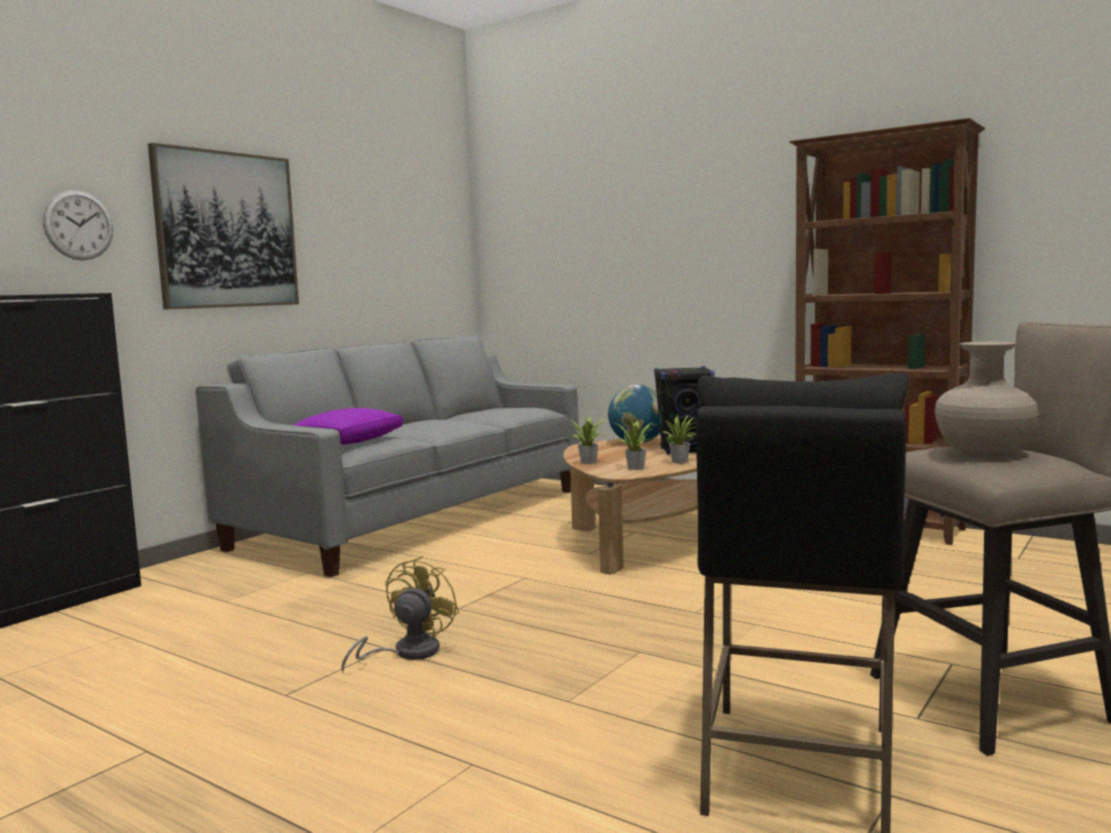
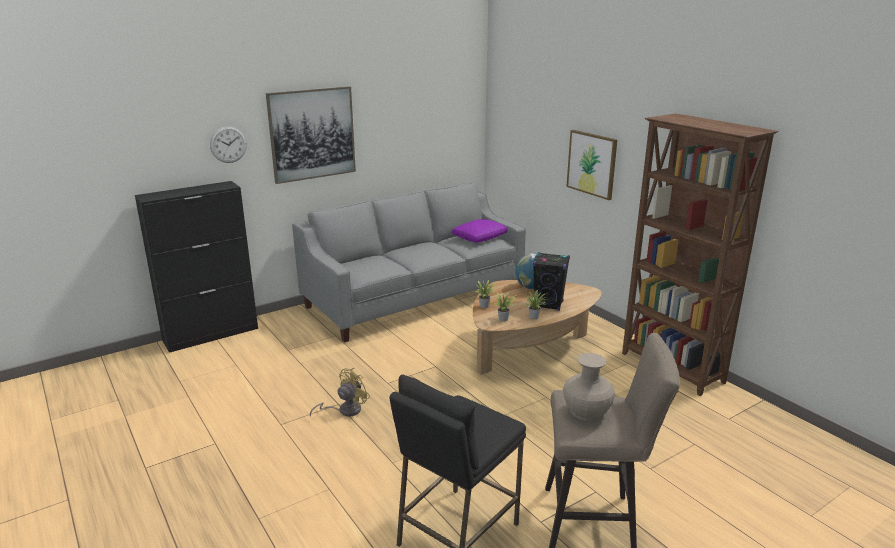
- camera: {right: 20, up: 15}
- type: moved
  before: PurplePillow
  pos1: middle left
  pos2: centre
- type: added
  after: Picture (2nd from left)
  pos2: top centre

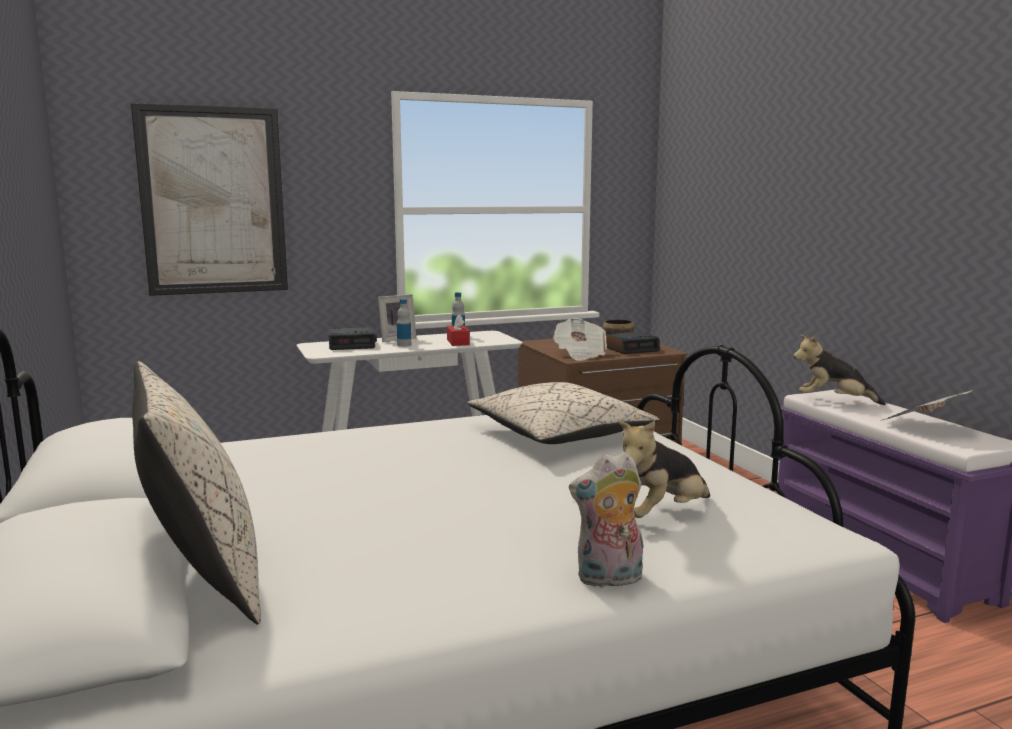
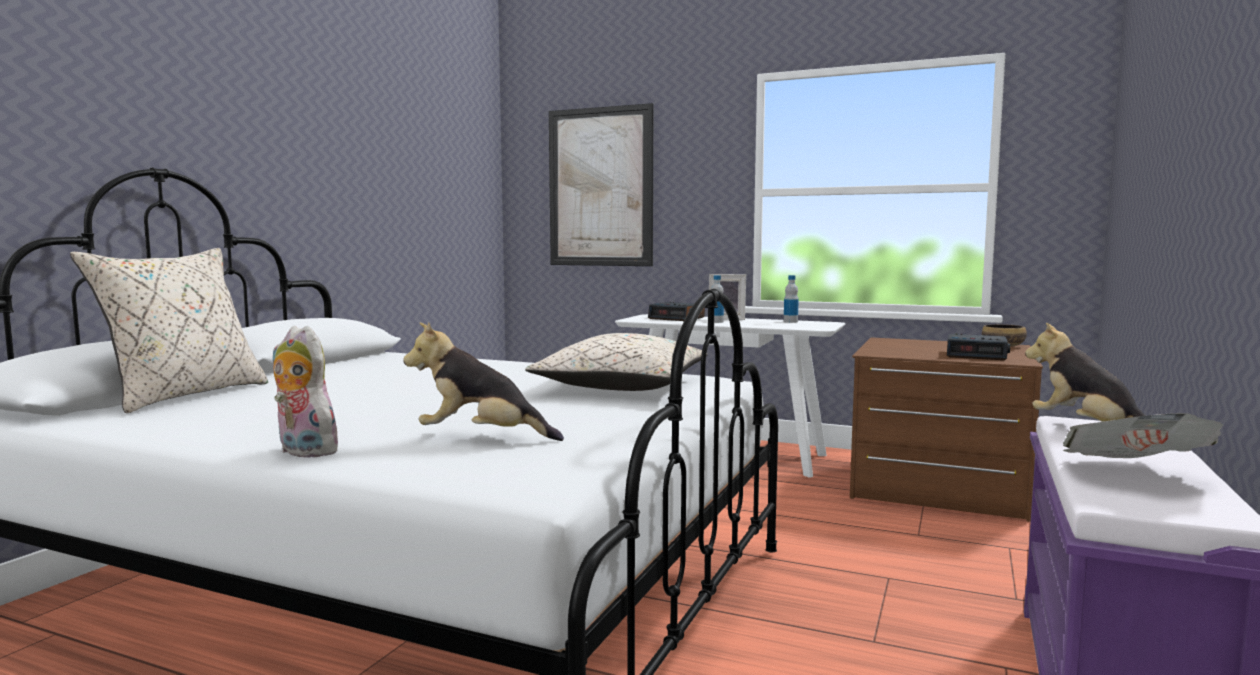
- camera: {right: 45, up: -5}
- type: removed
  before: RedTissueBox
  pos1: centre
- type: removed
  before: Newspaper (1st from left)
  pos1: centre

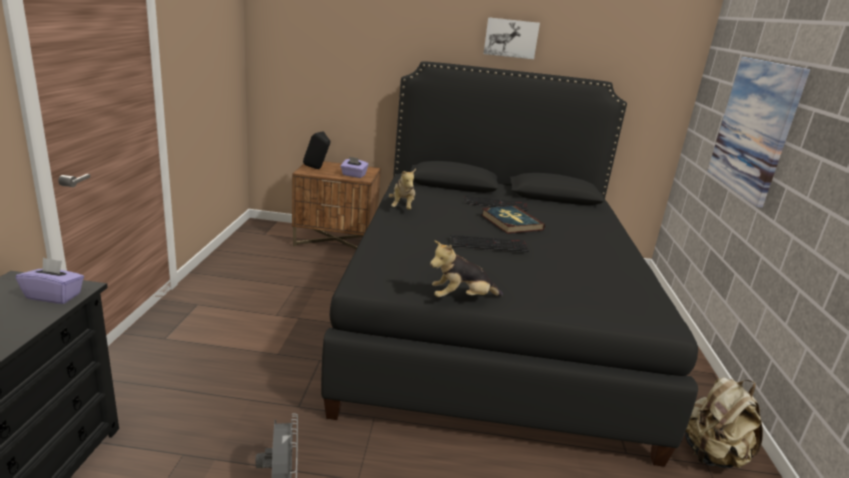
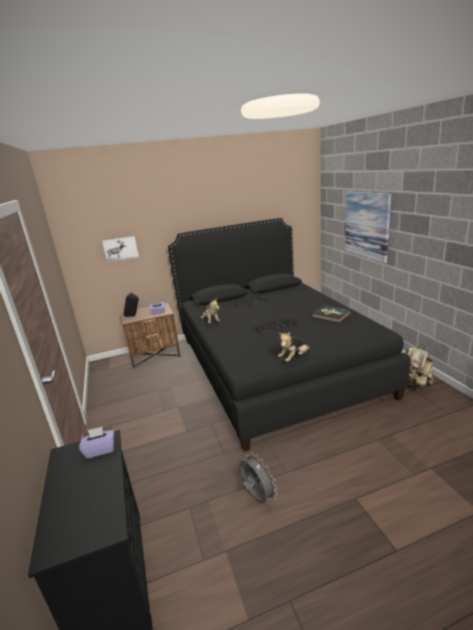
- camera: {right: -20, up: 0}
- type: moved
  before: Picture (1st from left)
  pos1: top centre
  pos2: middle left
- type: moved
  before: Book
  pos1: centre
  pos2: middle right

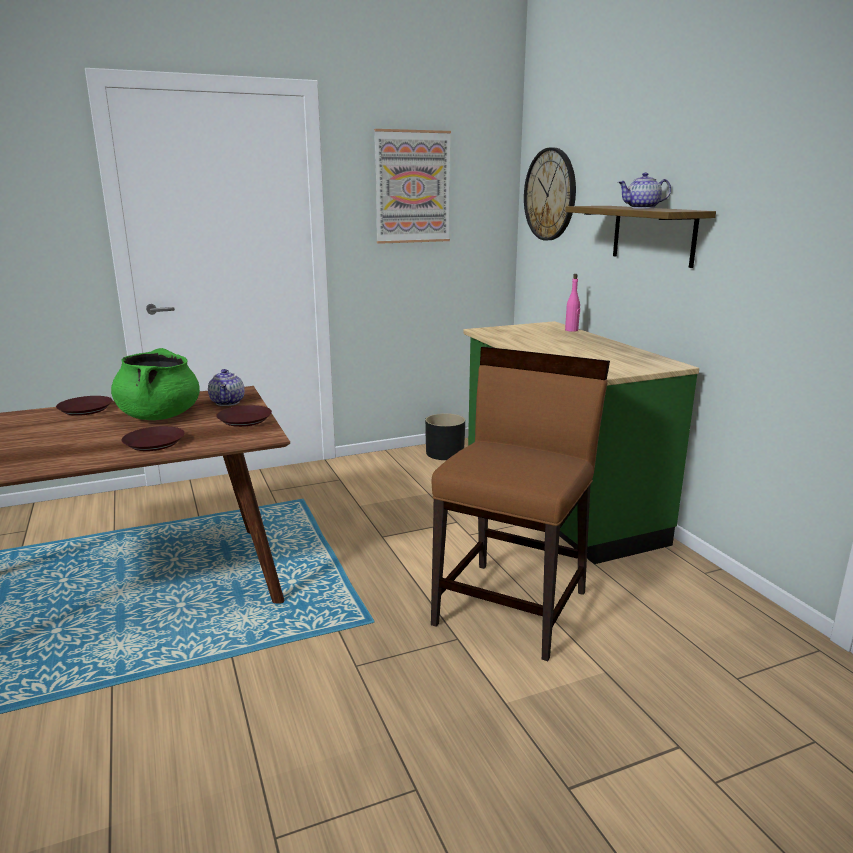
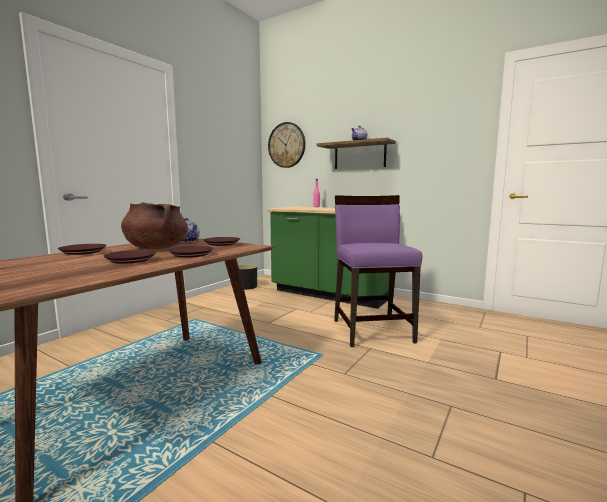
- camera: {right: -35, up: -10}
- type: added
  after: BrownPlate (2nd from left)
  pos2: middle left
- type: recoloured
  before: GreenCookingPot
  after: BrownCookingPot
  pos1: middle left
  pos2: middle left
- type: recoloured
  before: BrownChair
  after: PurpleChair
  pos1: centre
  pos2: centre
- type: removed
  before: Picture
  pos1: top centre

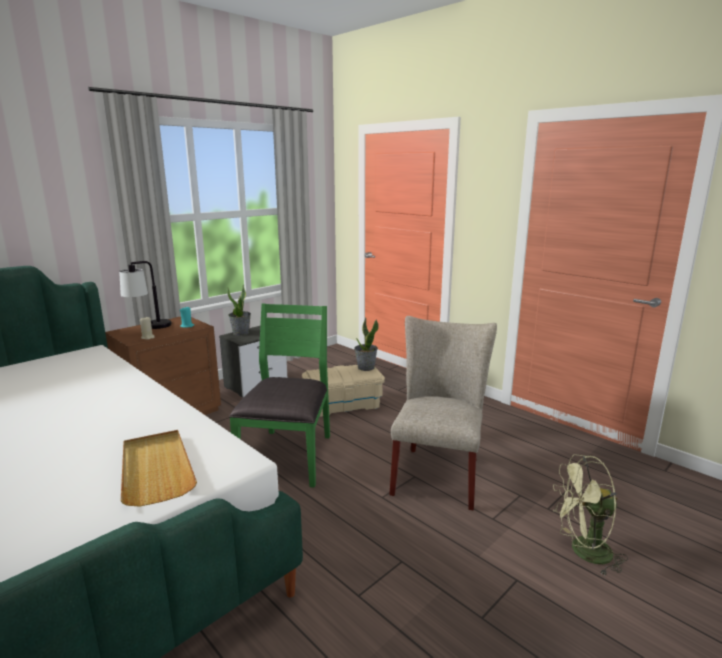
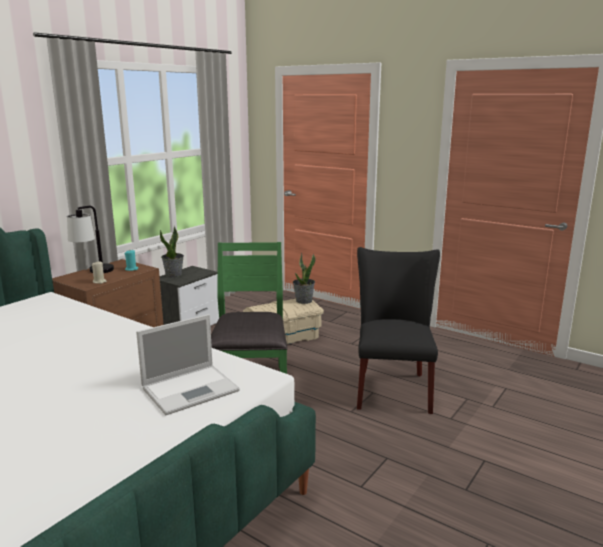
- camera: {right: -10, up: 0}
- type: replaced
  before: BeigeTray
  after: Laptop
  pos1: bottom left
  pos2: middle left
- type: recoloured
  before: BeigeChair
  after: BlackChair
  pos1: centre
  pos2: centre
- type: removed
  before: GreenFan
  pos1: bottom right

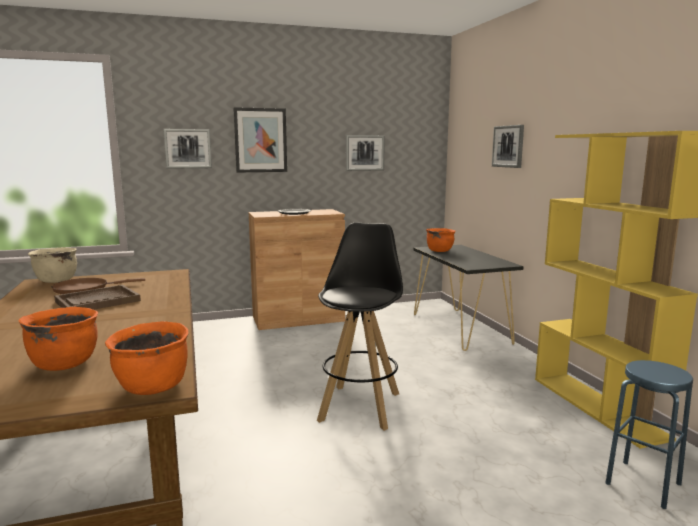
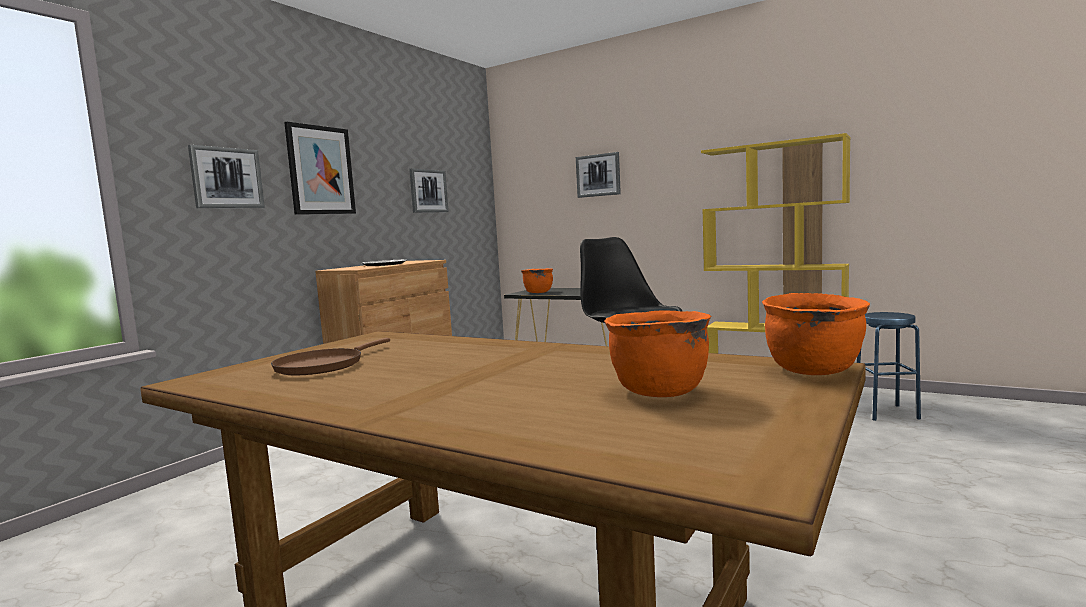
- camera: {right: -40, up: -5}
- type: removed
  before: BeigeCookingPot
  pos1: middle left
- type: removed
  before: BrownTray
  pos1: middle left

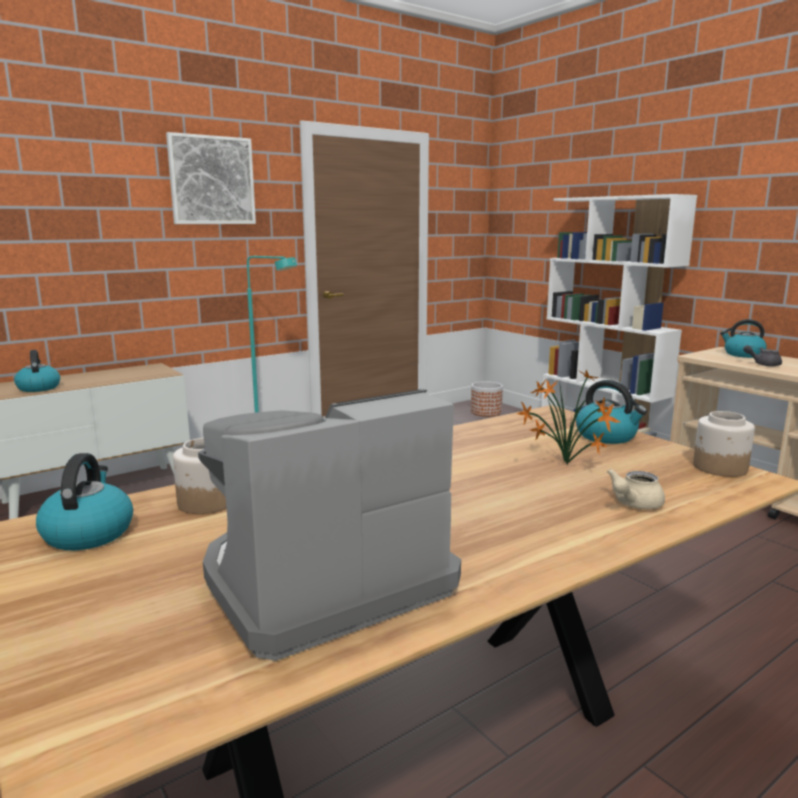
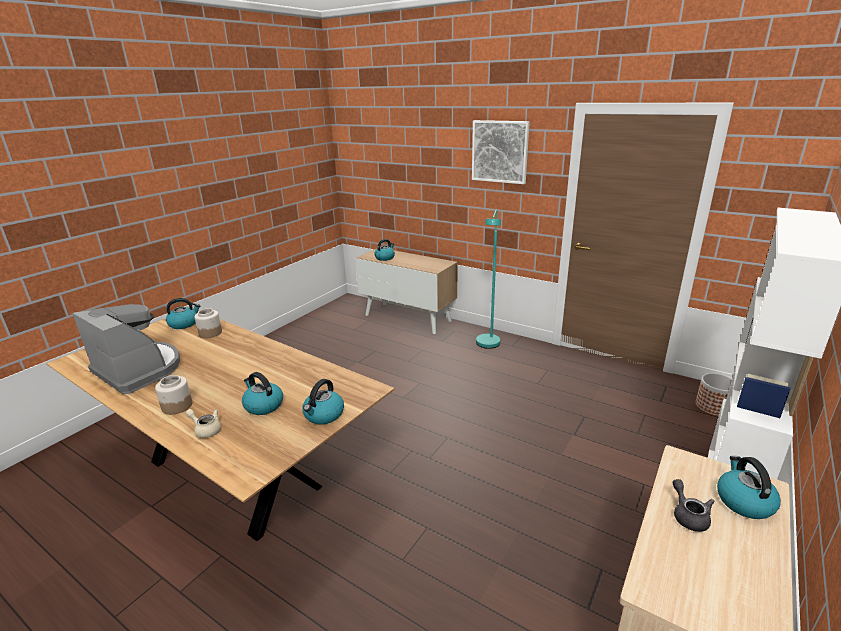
- camera: {right: 70, up: 10}
- type: moved
  before: Jar (2nd from left in the first image)
  after: Jar (1st from left)
  pos1: middle right
  pos2: middle left
- type: replaced
  before: PottedPlant
  after: Kettle (2nd from left)
  pos1: middle right
  pos2: middle left

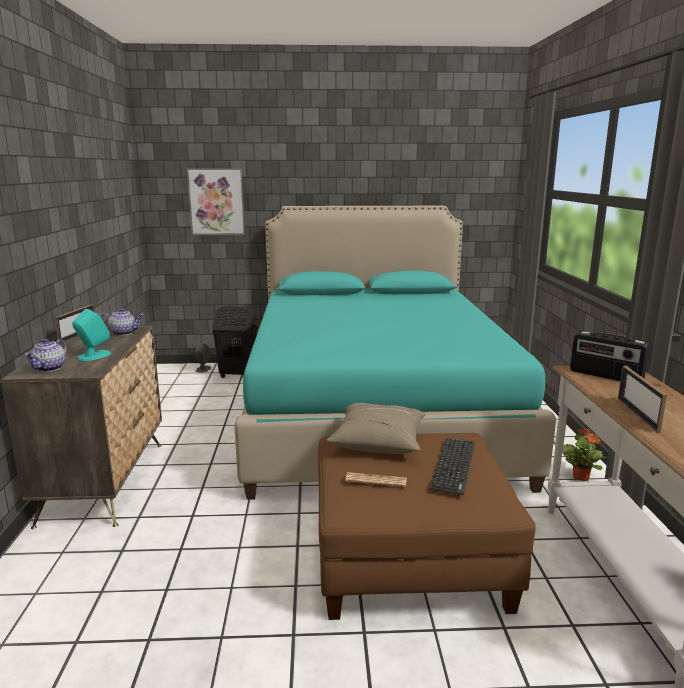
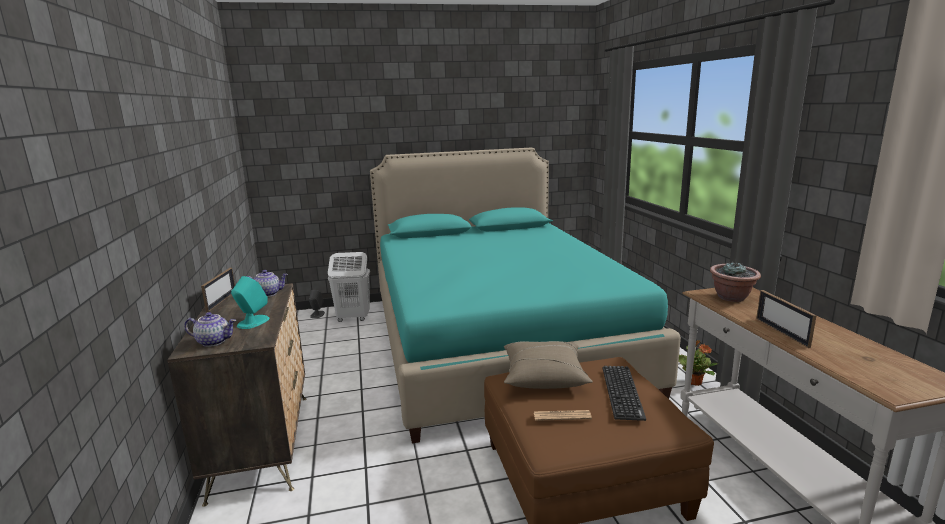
- camera: {right: -10, up: 0}
- type: turned
  before: Teapot (1st from left)
  pos1: middle left
  pos2: middle left
  turn: -90
- type: recoloured
  before: BlackLaundryBasket
  after: WhiteLaundryBasket
  pos1: centre
  pos2: centre
- type: replaced
  before: Radio
  after: PottedPlant (2nd from left)
  pos1: middle right
  pos2: middle right
- type: removed
  before: Picture
  pos1: top left

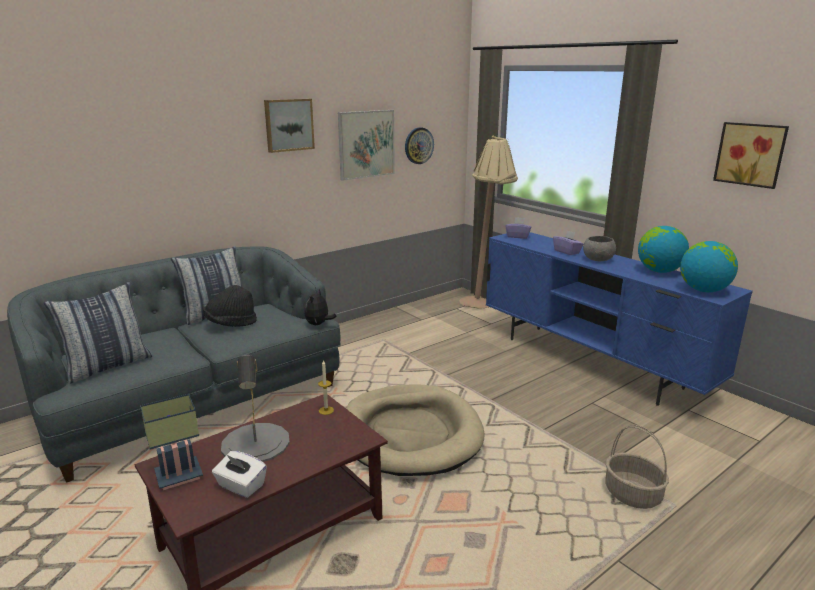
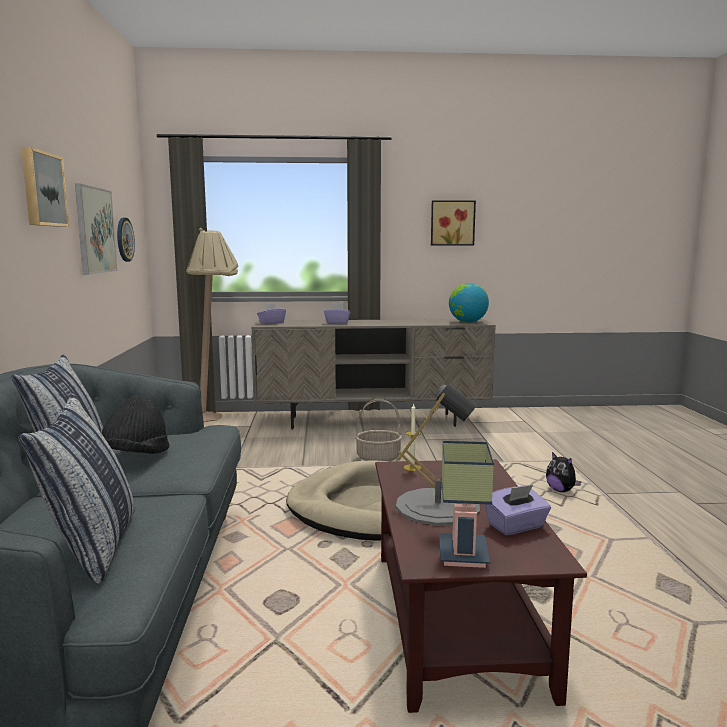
- camera: {right: -55, up: -10}
- type: recoloured
  before: BlueTvStand
  after: BeigeTvStand
  pos1: middle right
  pos2: centre
- type: moved
  before: Basket
  pos1: bottom right
  pos2: centre
- type: recoloured
  before: WhiteTissueBox
  after: PurpleTissueBox (3rd from left)
  pos1: bottom left
  pos2: bottom right
- type: moved
  before: PlushToy
  pos1: centre
  pos2: middle right
- type: removed
  before: GreyBowl
  pos1: middle right
- type: removed
  before: Globe (1st from left)
  pos1: middle right

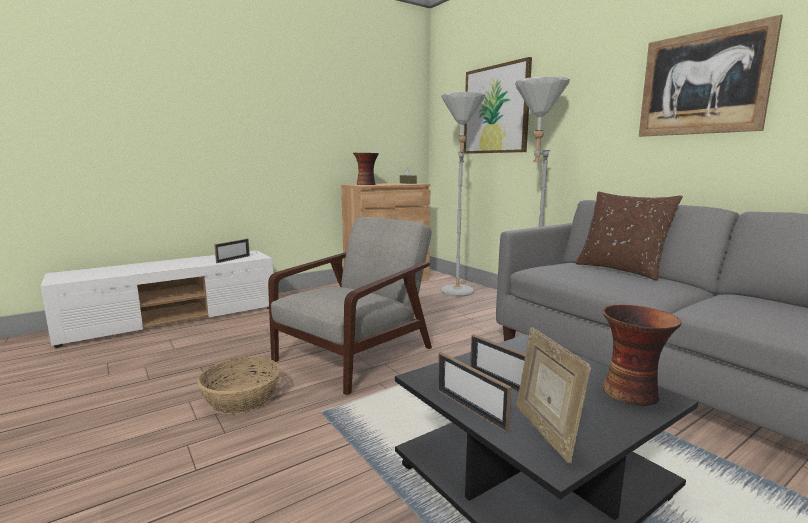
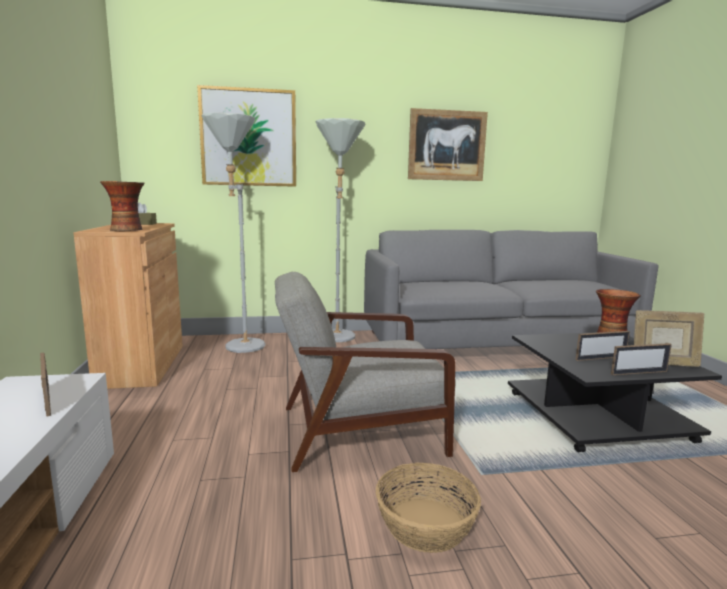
- camera: {right: -65, up: 0}
- type: turned
  before: GreyArmchair
  pos1: centre
  pos2: centre
  turn: -75
- type: removed
  before: BrownPillow
  pos1: middle right

